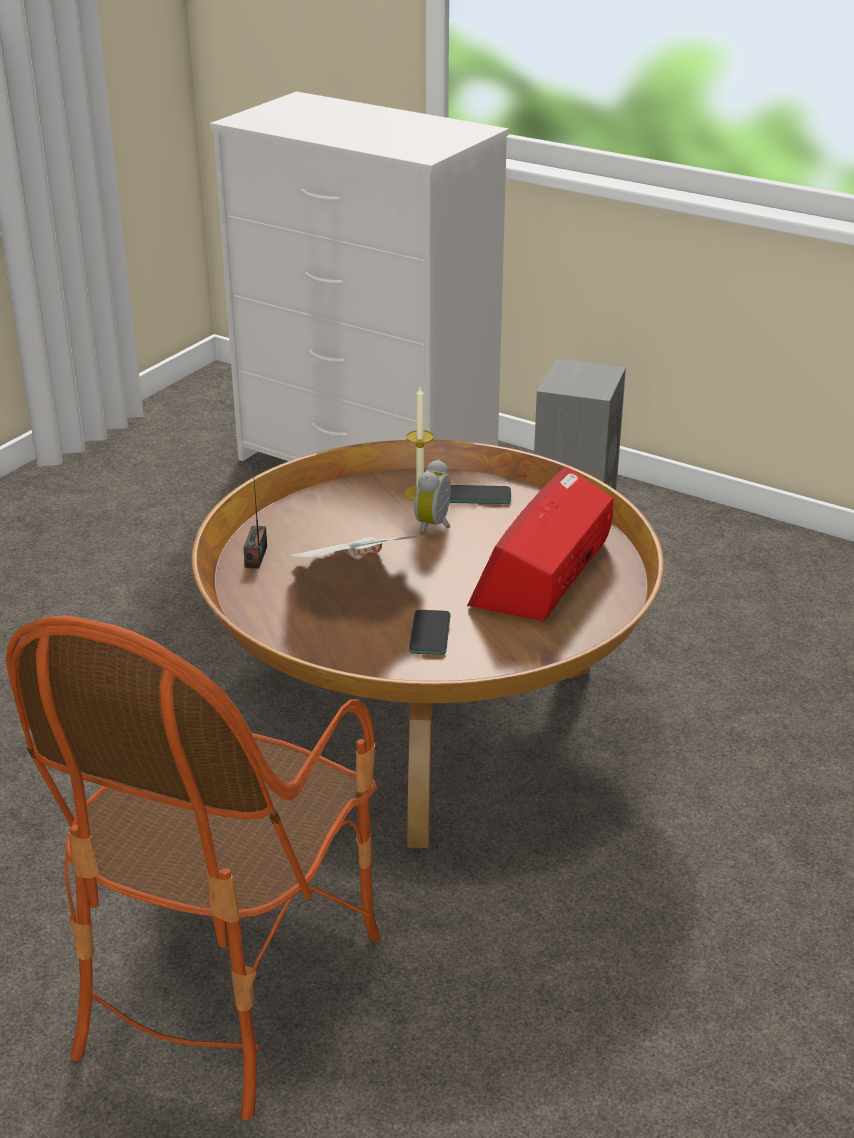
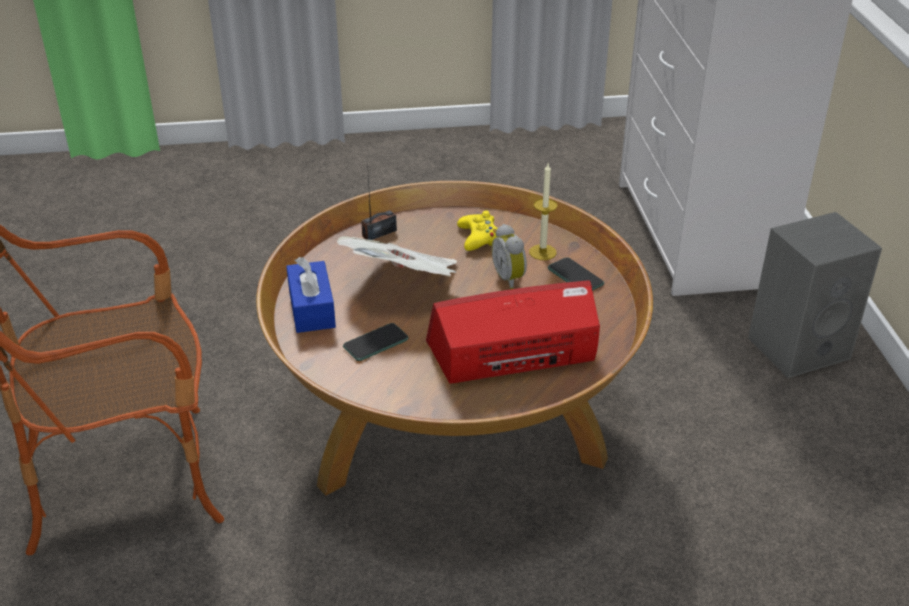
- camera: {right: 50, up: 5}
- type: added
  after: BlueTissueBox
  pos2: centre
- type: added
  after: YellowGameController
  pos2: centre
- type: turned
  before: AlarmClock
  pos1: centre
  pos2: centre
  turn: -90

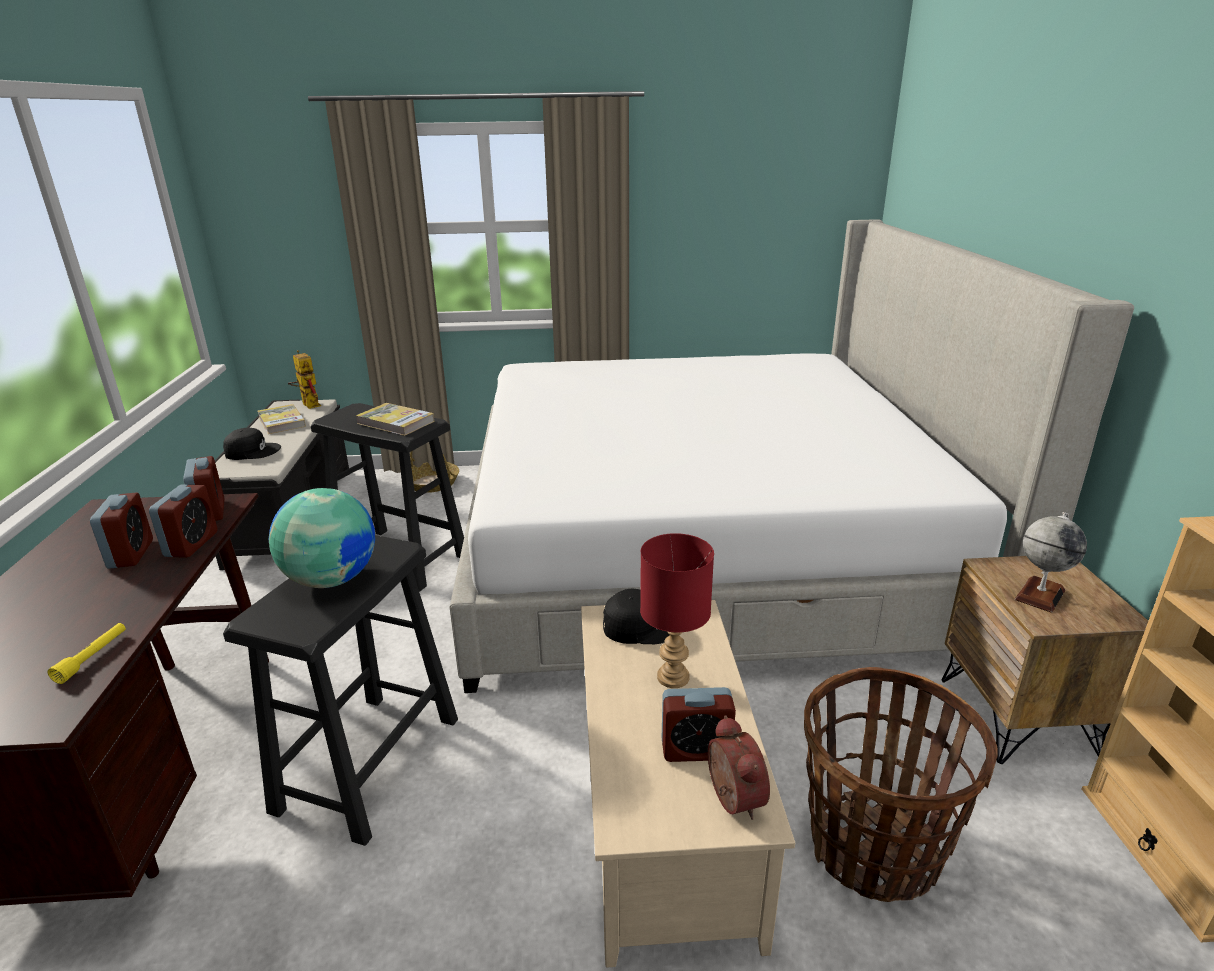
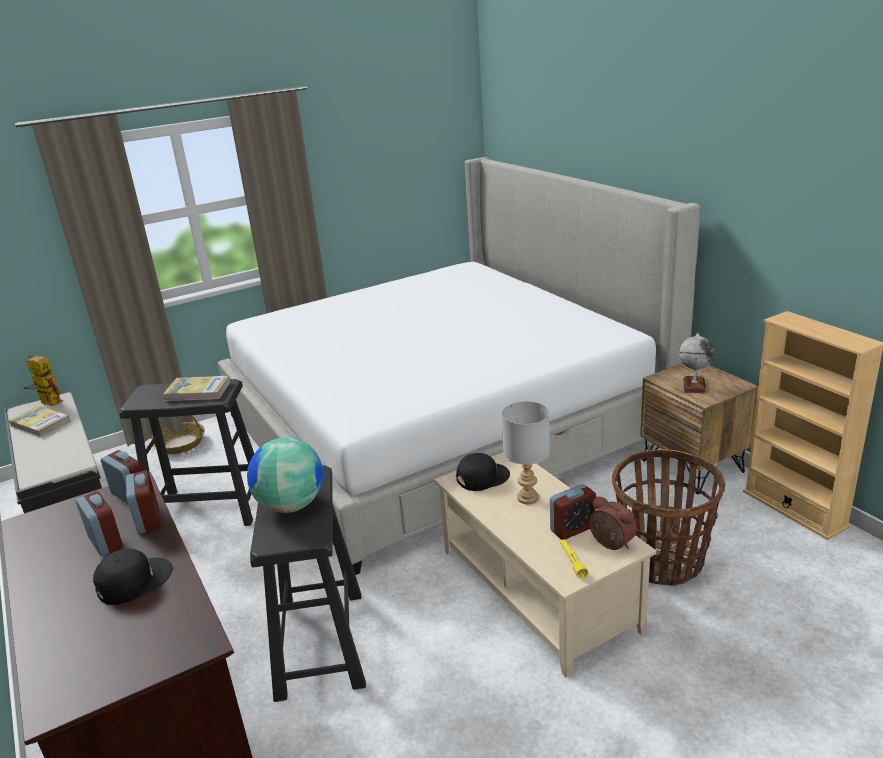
- camera: {right: -25, up: 0}
- type: moved
  before: BlackCap (1st from left)
  pos1: middle left
  pos2: bottom left
- type: recoloured
  before: RedTableLamp
  after: GreyTableLamp
  pos1: centre
  pos2: centre
- type: moved
  before: YellowFlashlight
  pos1: bottom left
  pos2: bottom centre

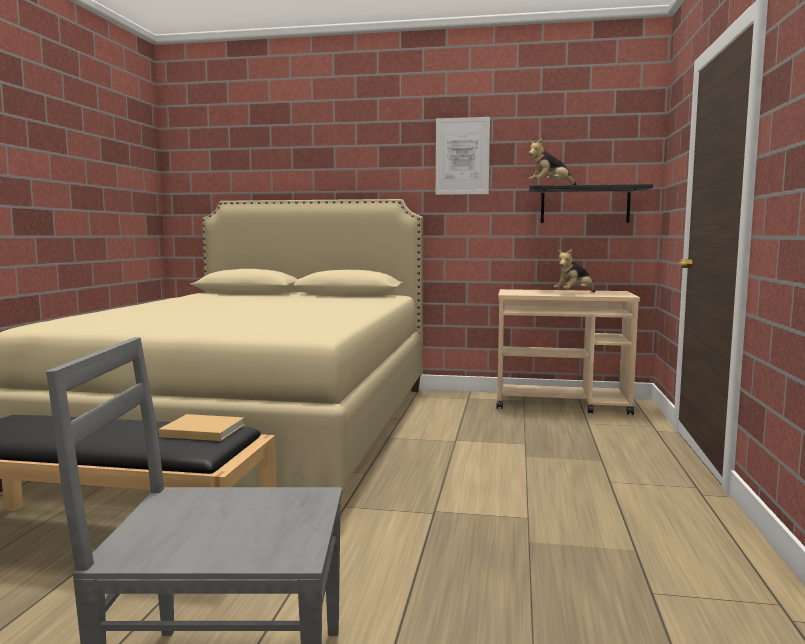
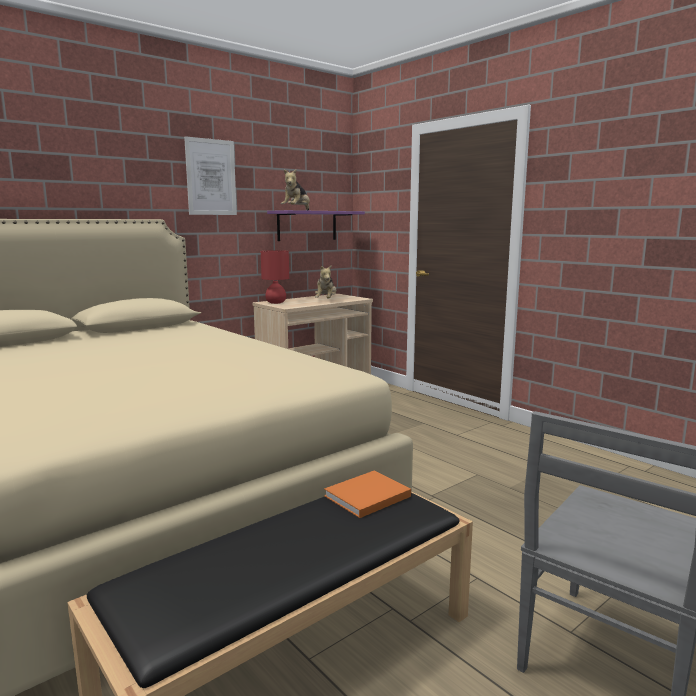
- camera: {right: -50, up: 5}
- type: added
  after: RedTableLamp
  pos2: centre
- type: recoloured
  before: BlackShelf
  after: PurpleShelf
  pos1: top right
  pos2: top centre
- type: recoloured
  before: BeigeBook
  after: OrangeBook
  pos1: middle left
  pos2: bottom centre

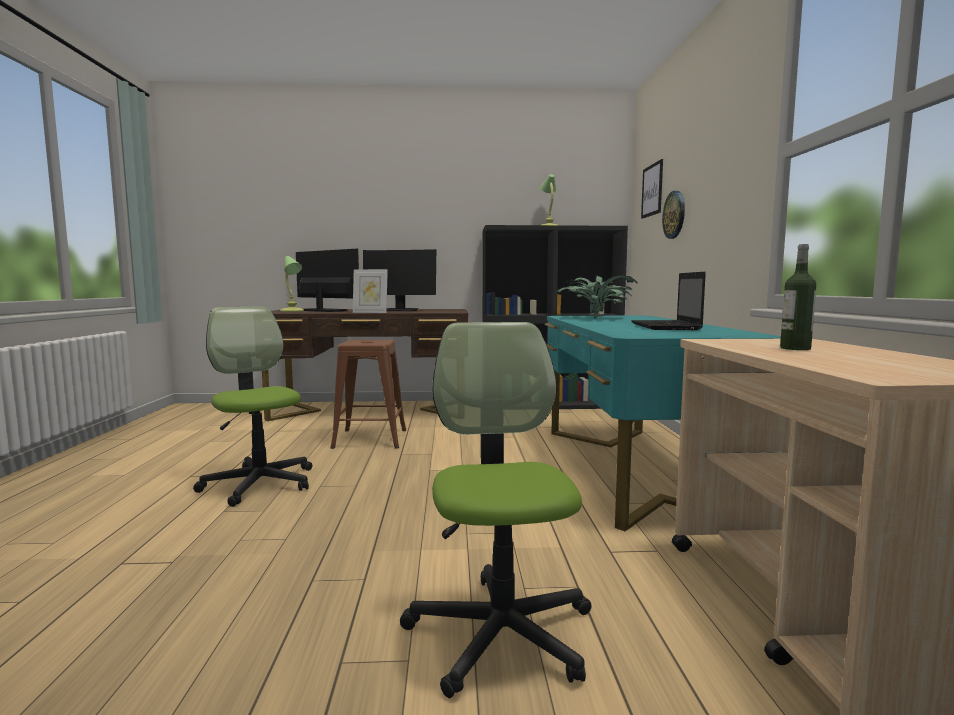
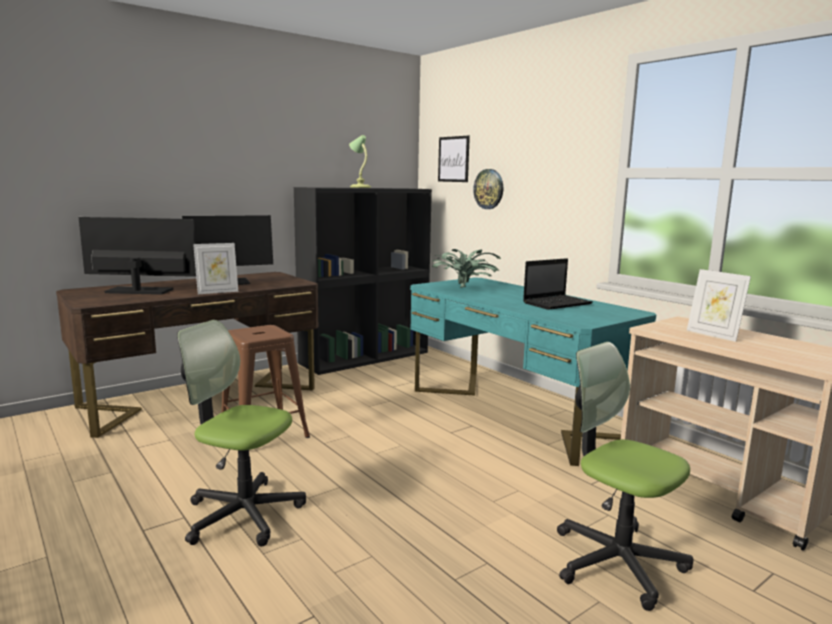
- camera: {right: -35, up: 5}
- type: turned
  before: Laptop
  pos1: middle right
  pos2: middle right
  turn: -90
- type: replaced
  before: Bottle
  after: PictureFrame (2nd from left)
  pos1: middle right
  pos2: middle right
- type: removed
  before: TableLamp (1st from left)
  pos1: middle left

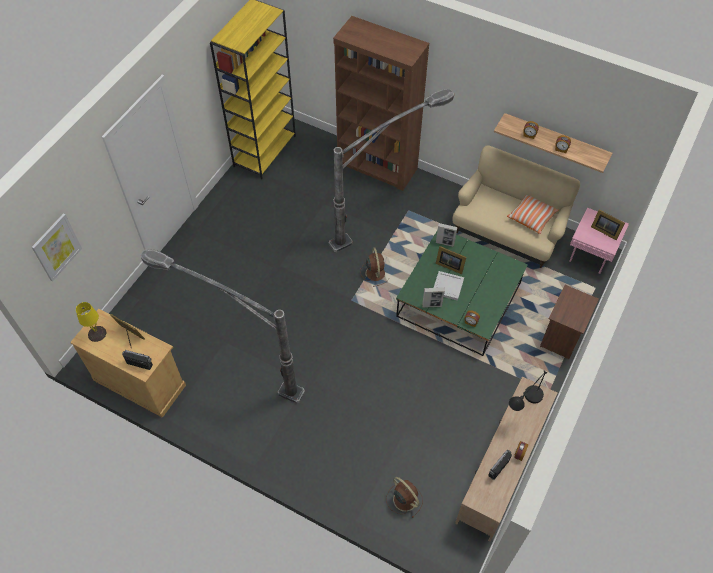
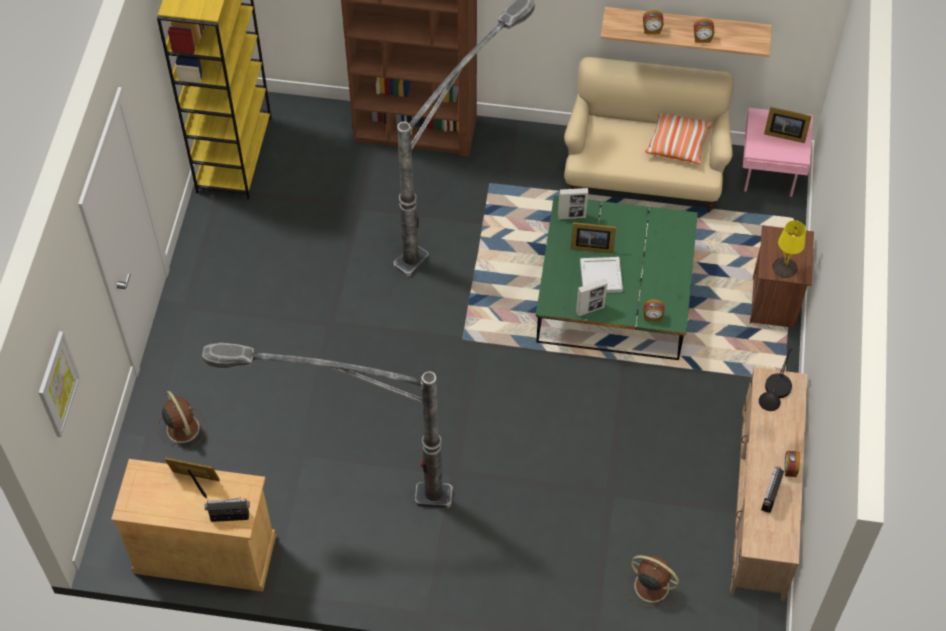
- camera: {right: -20, up: 0}
- type: moved
  before: BrownFan (1st from left)
  pos1: centre
  pos2: bottom left
- type: moved
  before: YellowTableLamp
  pos1: middle left
  pos2: middle right

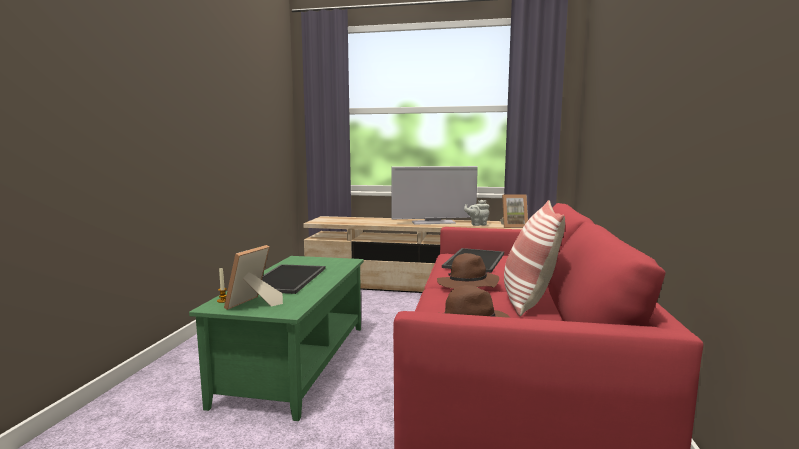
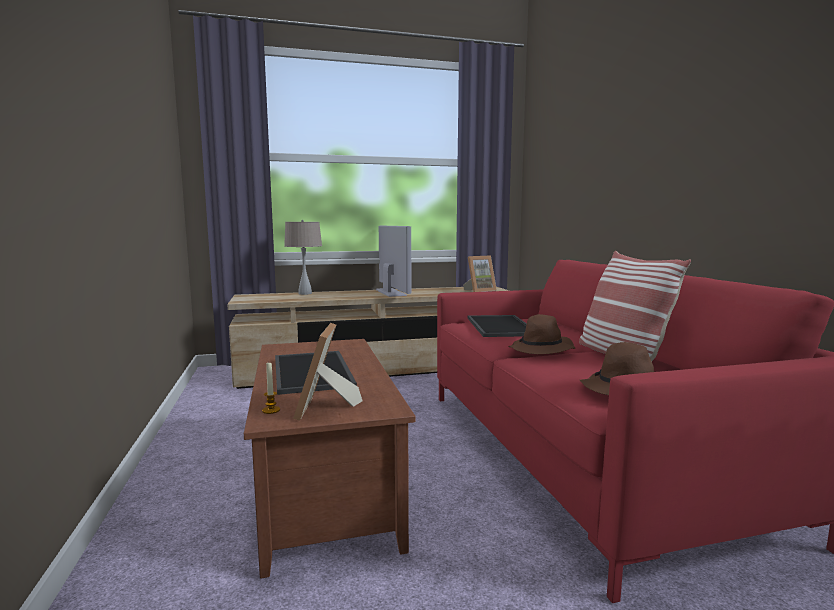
- camera: {right: -25, up: 0}
- type: recoloured
  before: GreenCoffeeTable
  after: BrownCoffeeTable
  pos1: bottom centre
  pos2: bottom centre
- type: added
  after: BeigeTableLamp
  pos2: centre
- type: turned
  before: Television
  pos1: centre
  pos2: centre
  turn: -75
- type: removed
  before: GreyTeapot
  pos1: centre

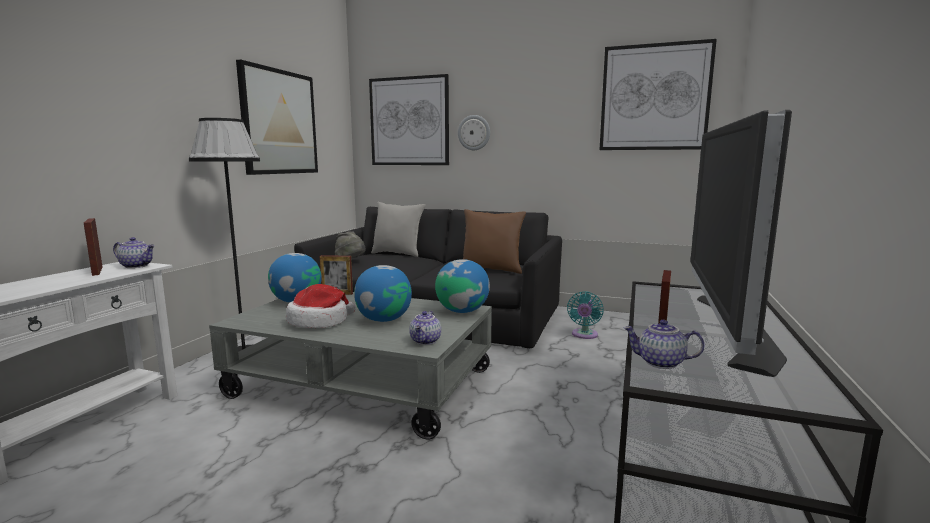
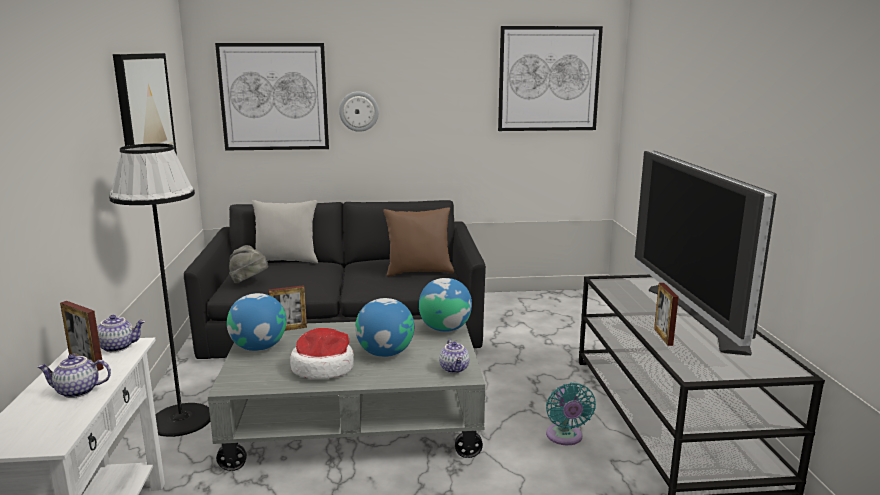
- camera: {right: -25, up: 5}
- type: moved
  before: Teapot (3rd from left in the first image)
  after: Teapot (1st from left)
  pos1: middle right
  pos2: bottom left
- type: moved
  before: TurquoiseFan
  pos1: centre
  pos2: bottom centre

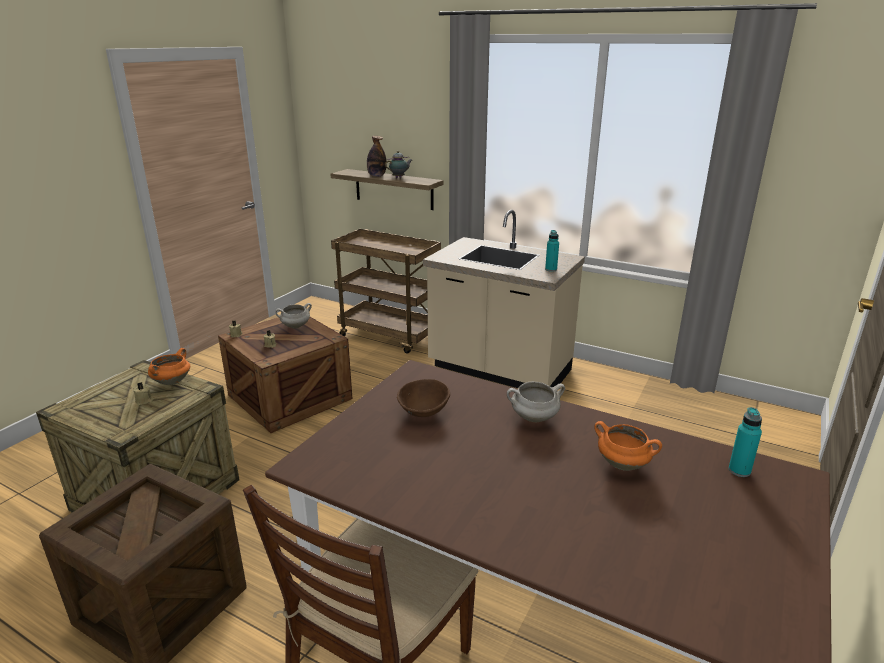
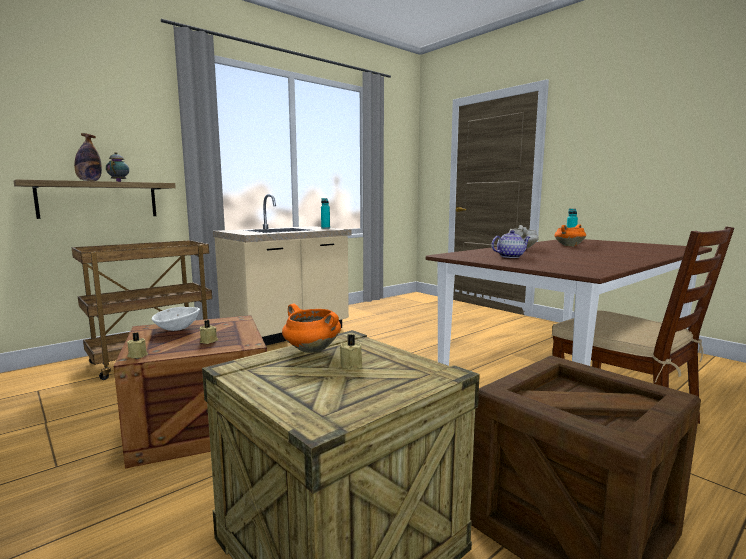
- camera: {right: -70, up: -15}
- type: replaced
  before: WhiteCookingPot (1st from left)
  after: WhiteBowl
  pos1: middle left
  pos2: middle left
- type: replaced
  before: BrownBowl
  after: Teapot (2nd from left)
  pos1: centre
  pos2: middle right

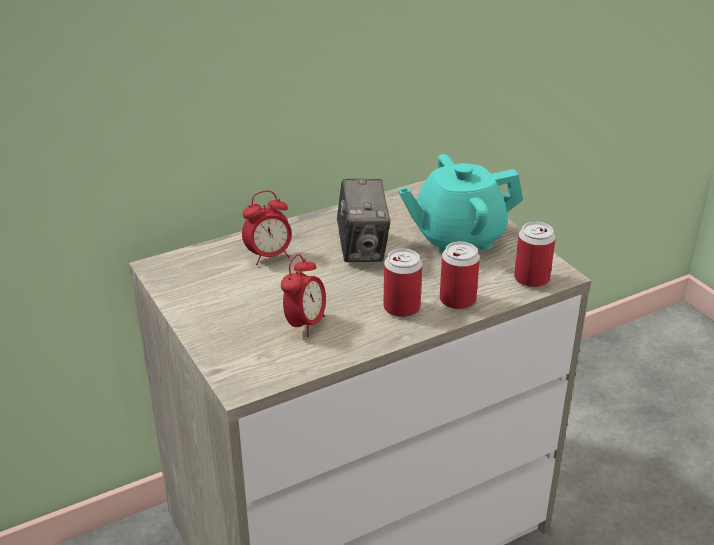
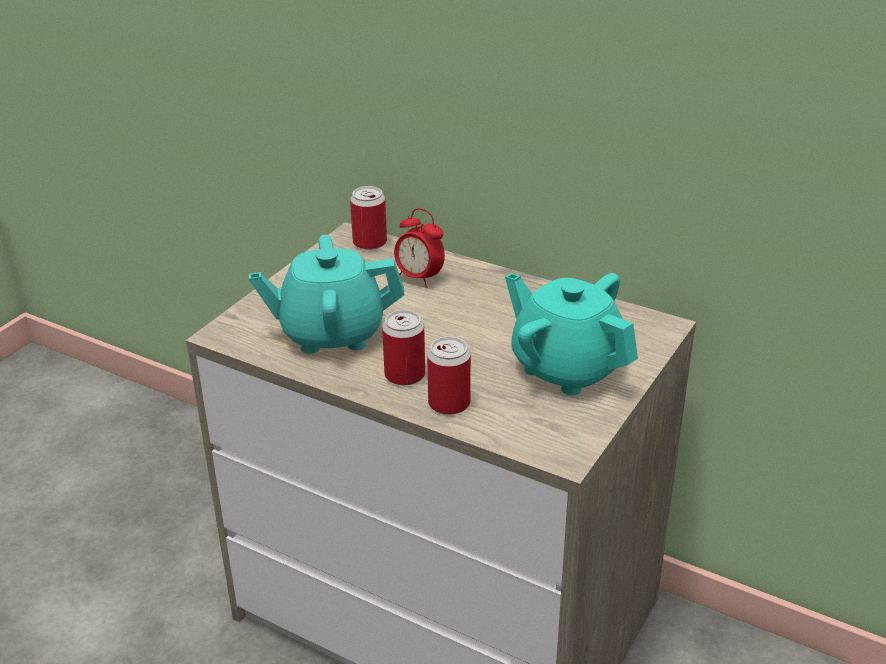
- camera: {right: 60, up: 0}
- type: replaced
  before: AlarmClock (2nd from left)
  after: TurquoiseTeapot (1st from left)
  pos1: centre
  pos2: centre
- type: moved
  before: Can (3rd from left in the first image)
  after: Can (1st from left)
  pos1: middle right
  pos2: top centre
- type: removed
  before: PhotoCamera
  pos1: centre

